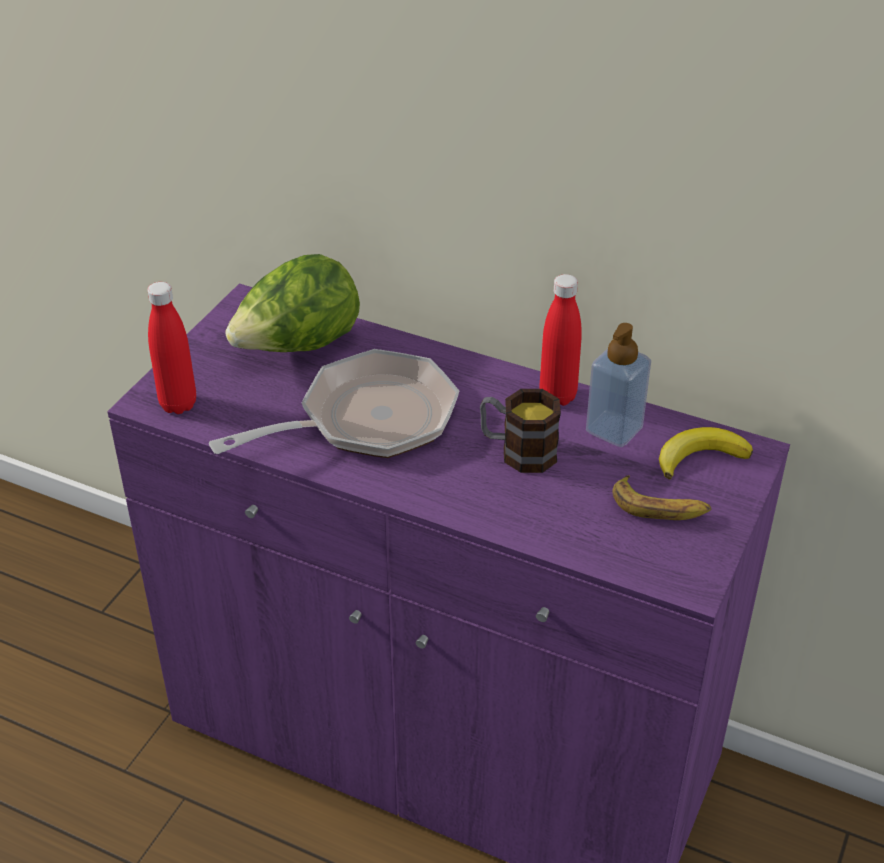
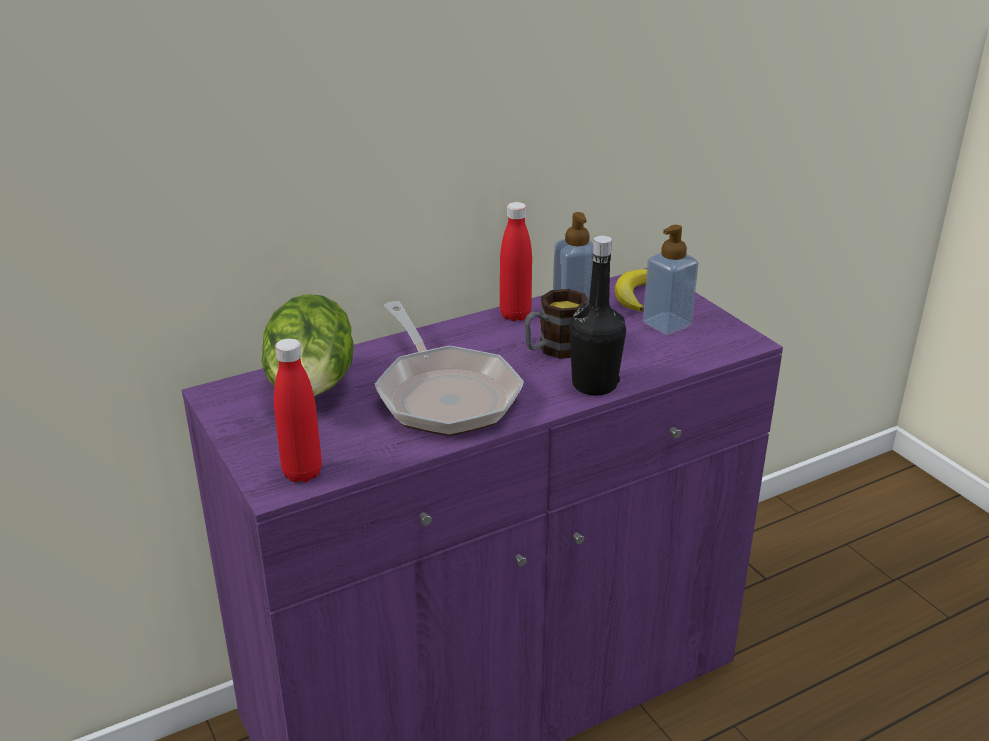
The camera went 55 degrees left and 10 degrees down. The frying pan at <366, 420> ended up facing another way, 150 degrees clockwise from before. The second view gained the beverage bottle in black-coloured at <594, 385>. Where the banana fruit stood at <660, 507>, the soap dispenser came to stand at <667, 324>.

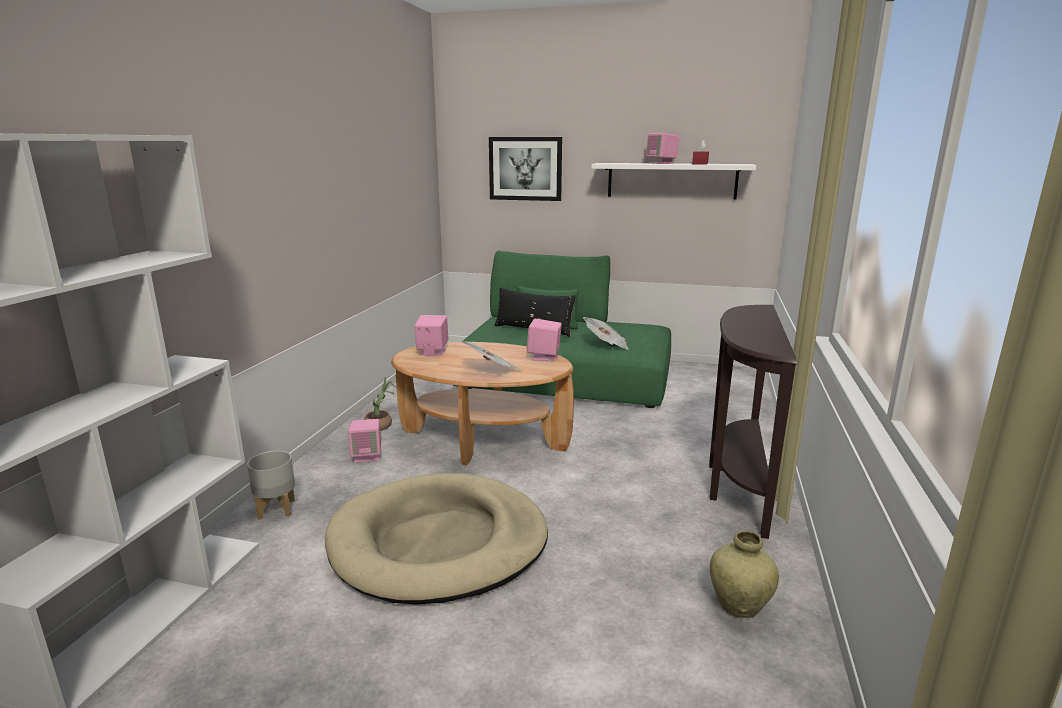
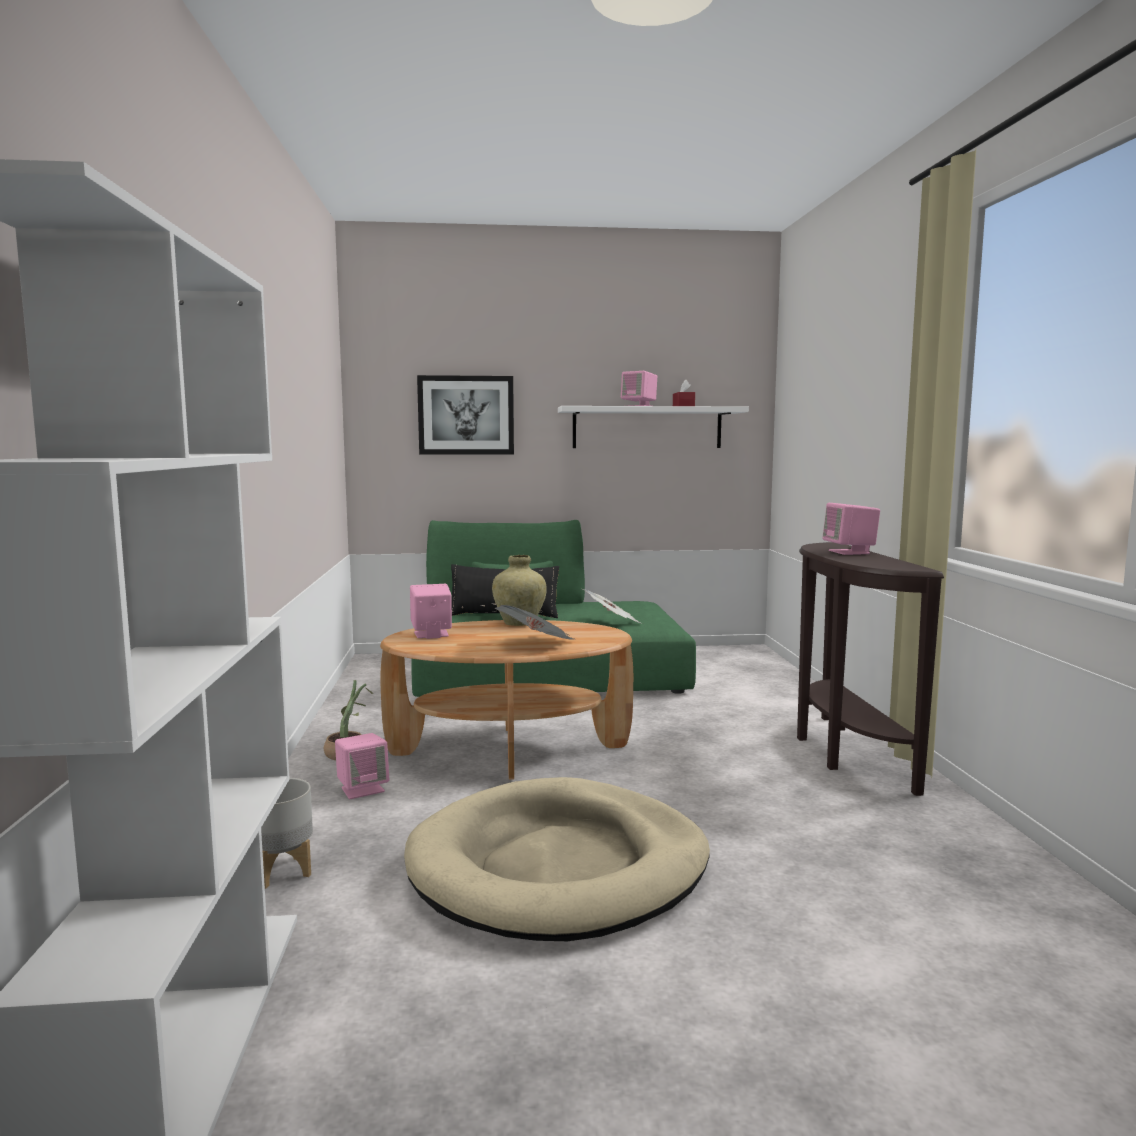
The camera went 20 degrees left and 10 degrees down. The vase in beige-coloured ended up elsewhere, having gone from <739, 607> to <519, 623>. The audio speaker in pink ended up elsewhere, having gone from <544, 357> to <850, 552>.

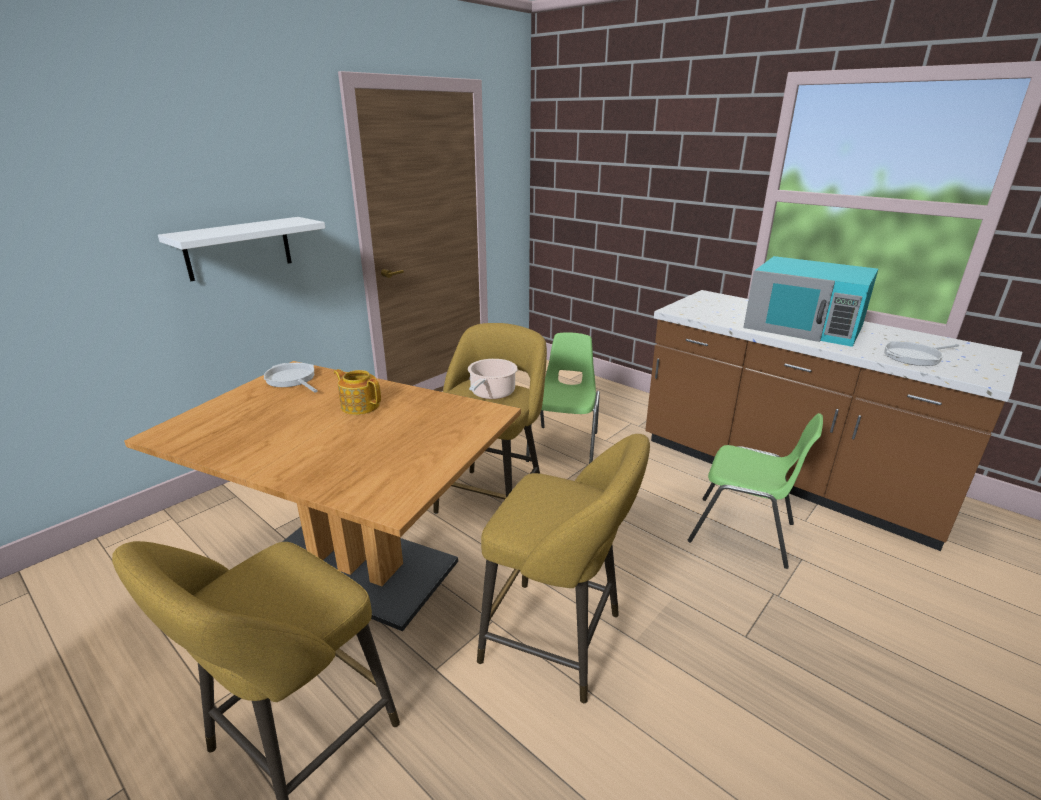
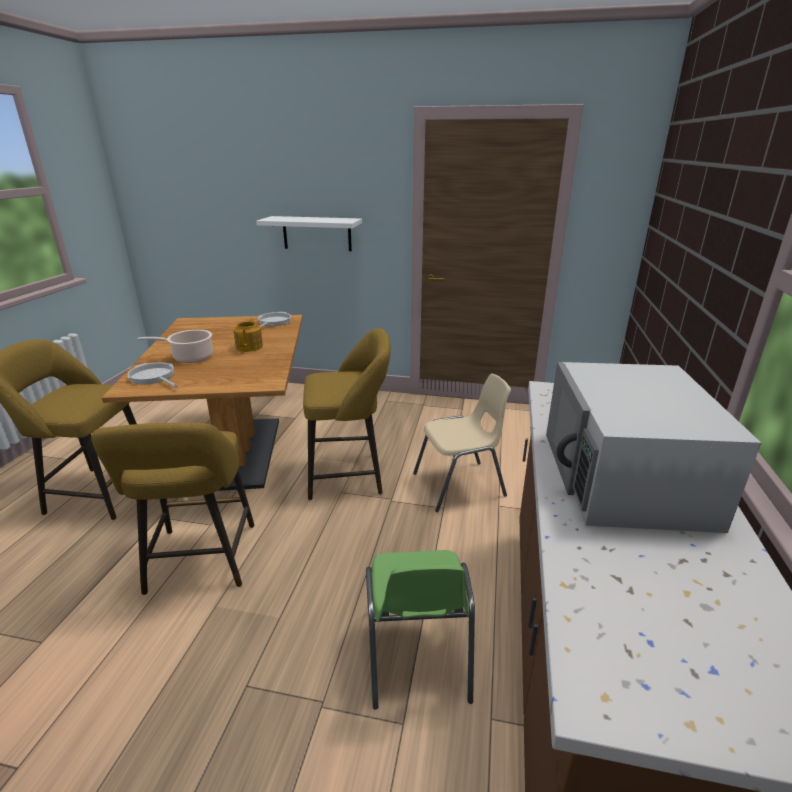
The camera went 60 degrees right and 0 degrees up. The frying pan ended up elsewhere, having gone from <915, 356> to <153, 377>. The saucepot ended up elsewhere, having gone from <491, 393> to <190, 358>. What was the upright chair in green-coloured at <564, 446> turned into the upright chair in beige-coloured at <460, 485>. What was the kitchen microwave in turquoise-coloured at <804, 326> turned into the kitchen microwave in white at <624, 477>.

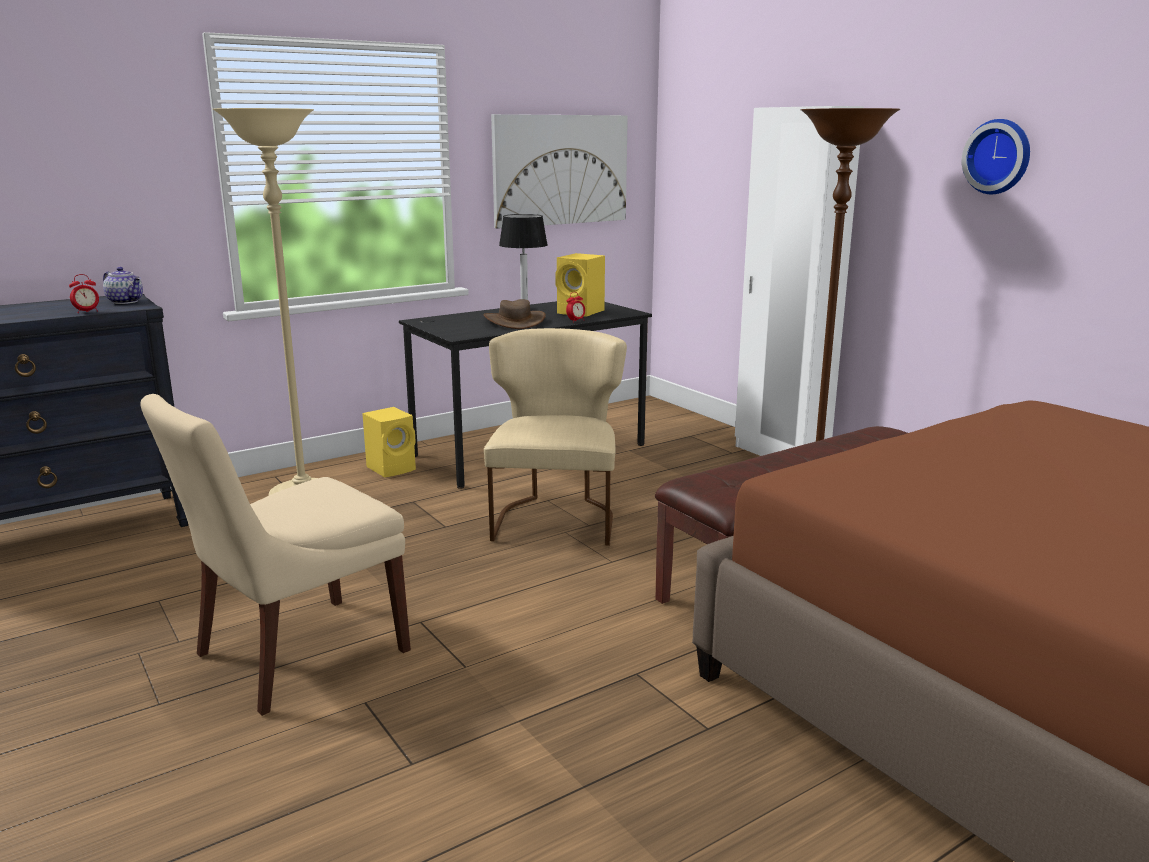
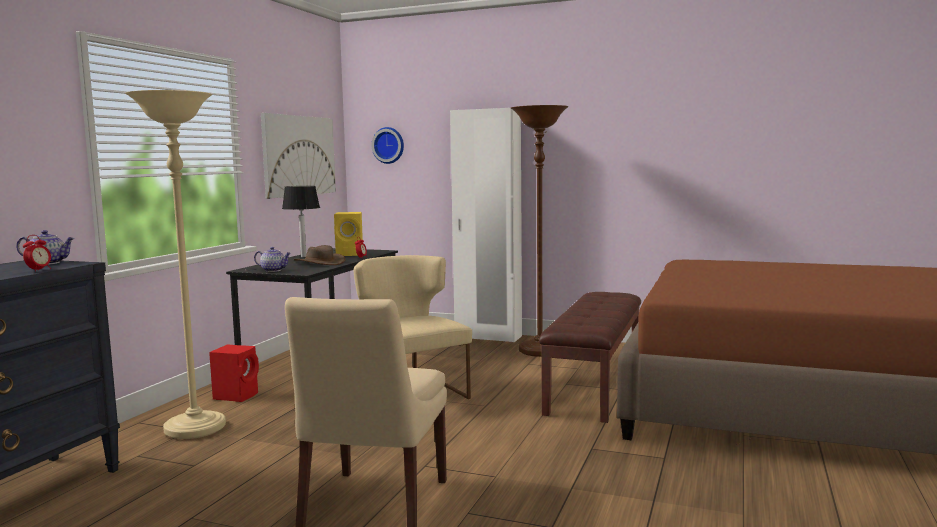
The camera went 35 degrees left and 10 degrees down. What was the audio speaker in yellowish at <393, 468> turned into the audio speaker in red-coloured at <237, 395>. The second view gained the pot for tea at <274, 270>. The wall clock ended up elsewhere, having gone from <999, 156> to <389, 145>.

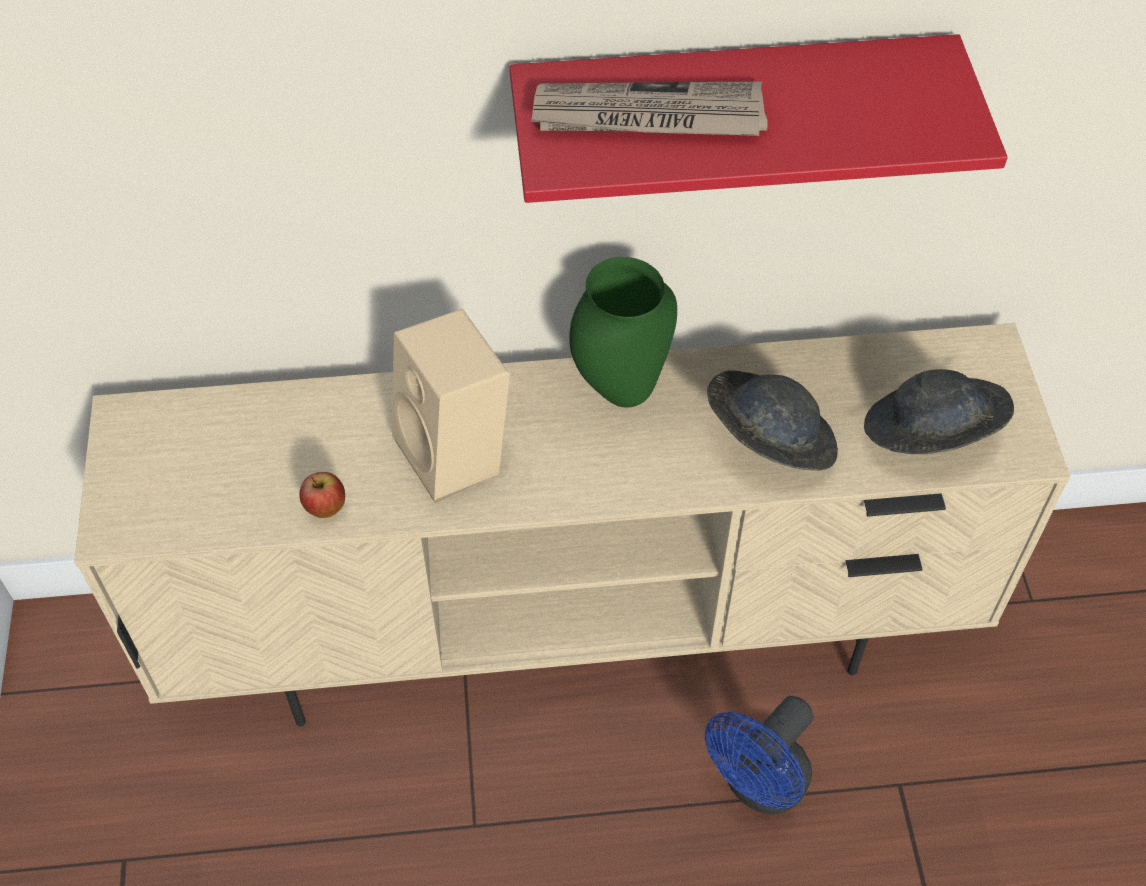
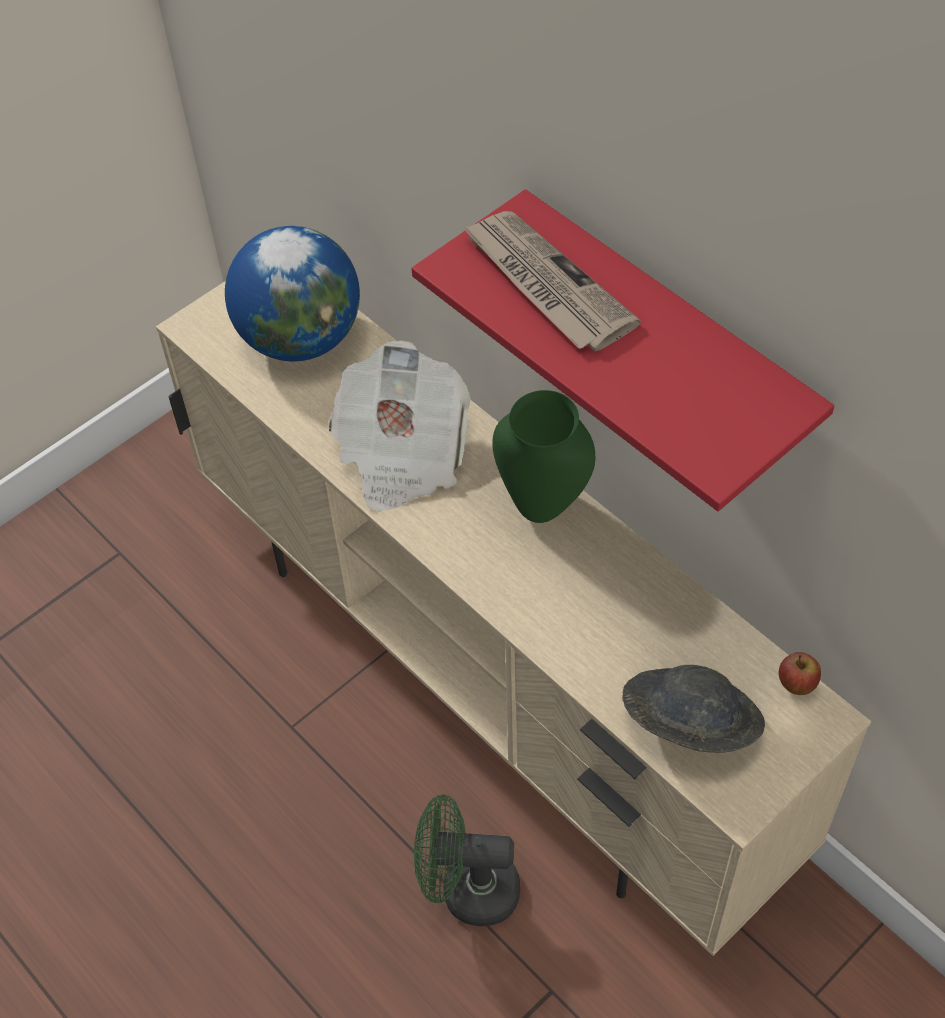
The camera went 55 degrees right and 0 degrees up. The second view gained the world globe at <301, 338>. Where the audio speaker in beige-coloured stood at <457, 455>, the printed paper came to stand at <401, 453>. What was the electric fan in blue-coloured at <759, 786> turned into the electric fan in green-coloured at <467, 890>. The apple ended up elsewhere, having gone from <326, 509> to <796, 685>. The second view lost the hat in greyish at <767, 440>.

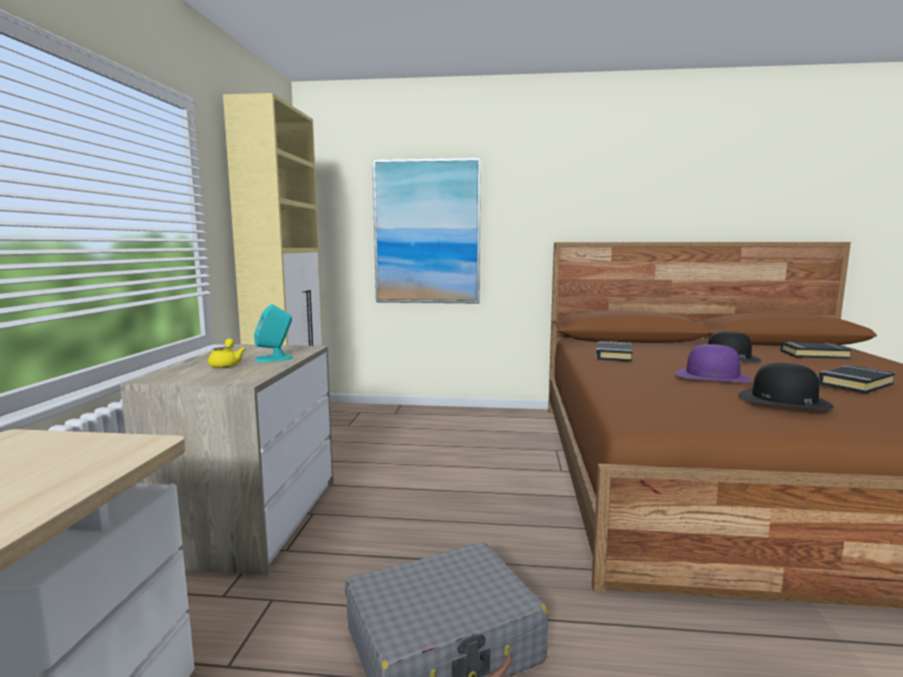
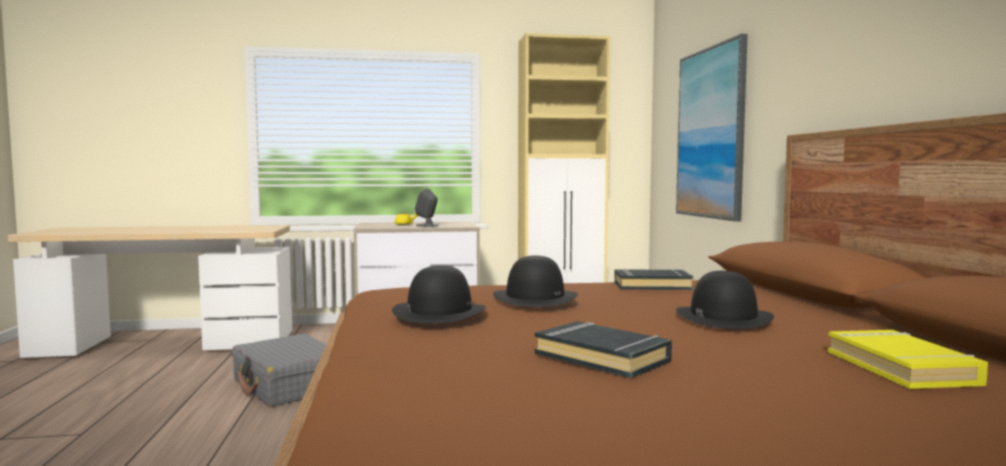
The camera went 75 degrees right and 5 degrees down. What was the audio speaker in turquoise-coloured at <274, 358> turned into the audio speaker in greyish at <427, 226>. What was the hat in purple-coloured at <712, 376> turned into the hat in black-coloured at <535, 298>. What was the book in black-coloured at <814, 355> turned into the book in yellowish at <901, 368>.

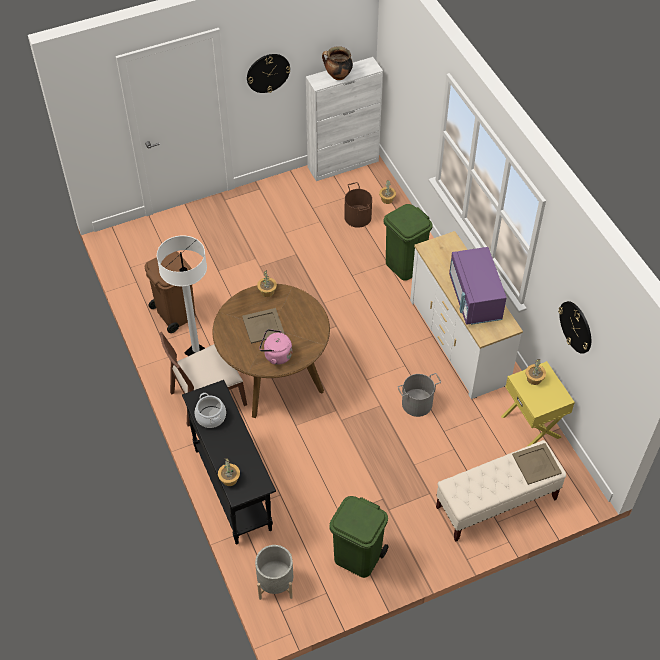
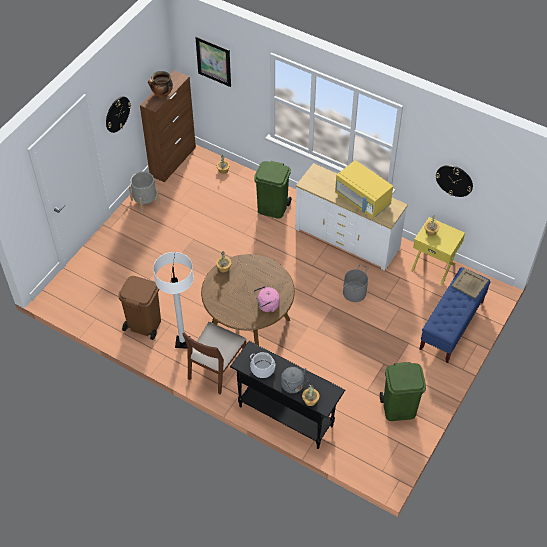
The camera went 35 degrees left and 0 degrees up. The plant pot in greyish ended up elsewhere, having gone from <275, 583> to <145, 201>. What was the cabinet in white at <343, 164> turned into the cabinet in brown at <173, 161>. The second view gained the picture at <213, 61>. The second view gained the tea kettle in greyish at <294, 386>. What was the kitchen microwave in purple-coloured at <474, 299> turned into the kitchen microwave in yellowish at <362, 199>. What was the indoor bench in beige-coloured at <496, 503> turned into the indoor bench in blue-coloured at <451, 325>. The second view lost the serving tray in beige-coloured at <263, 325>. The second view lost the water bucket in brown at <358, 217>.

